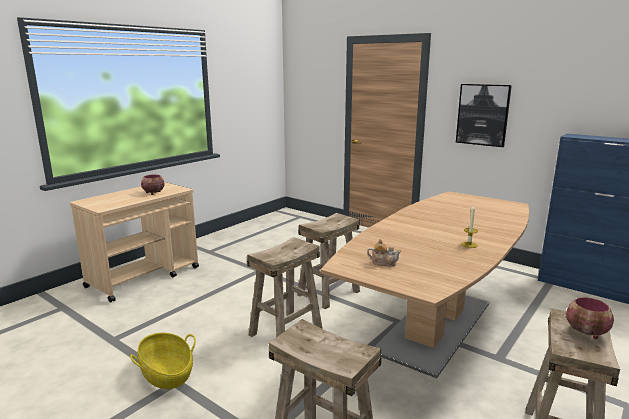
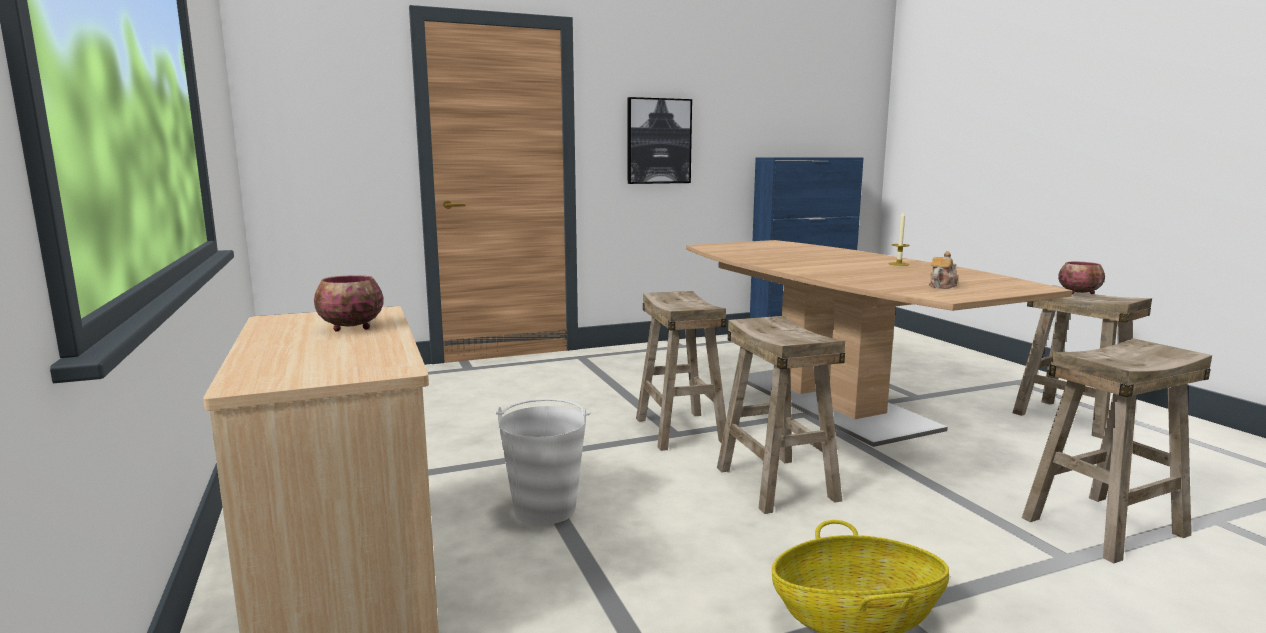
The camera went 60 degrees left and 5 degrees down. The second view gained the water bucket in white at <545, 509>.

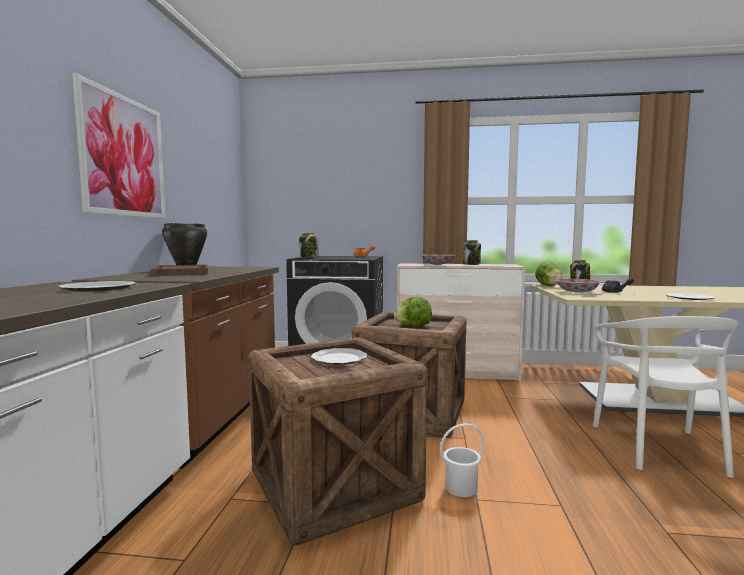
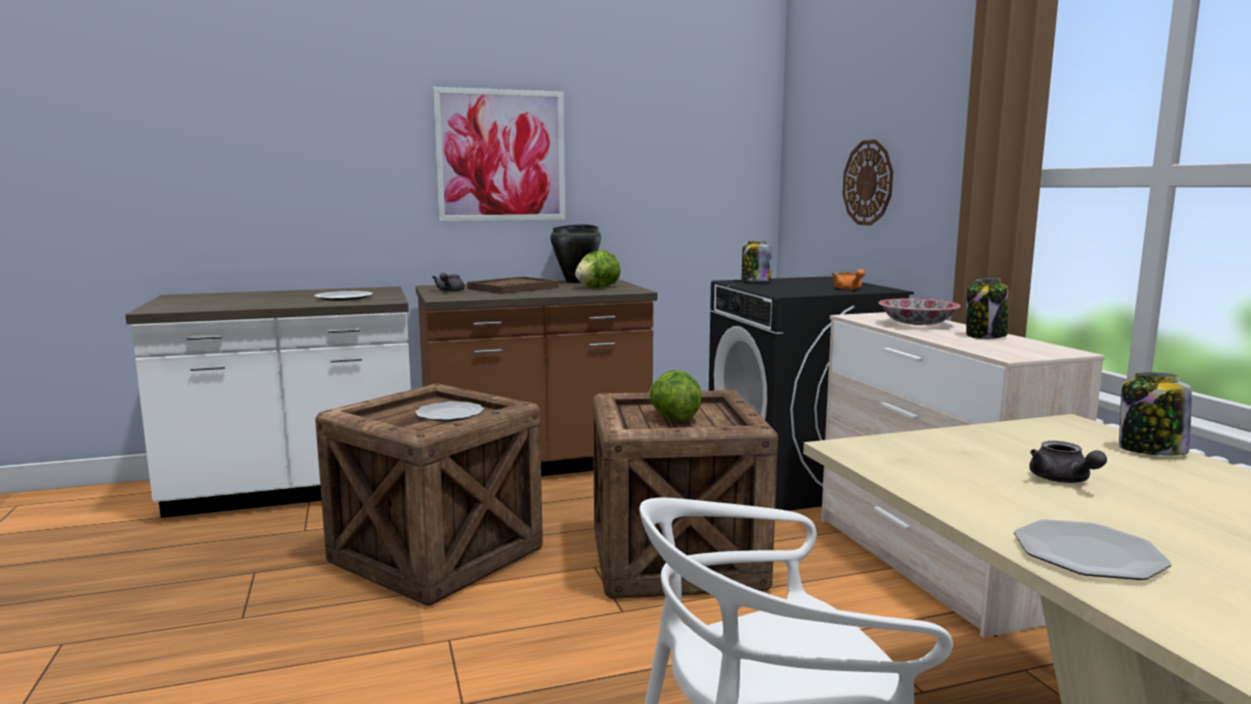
The camera went 65 degrees right and 5 degrees up. The second view gained the pot for tea in greyish at <449, 291>. The head of lettuce ended up elsewhere, having gone from <548, 286> to <597, 287>. The second view gained the wall clock at <868, 183>. The second view lost the water bucket in white at <461, 488>. The second view lost the deep dish at <577, 292>.

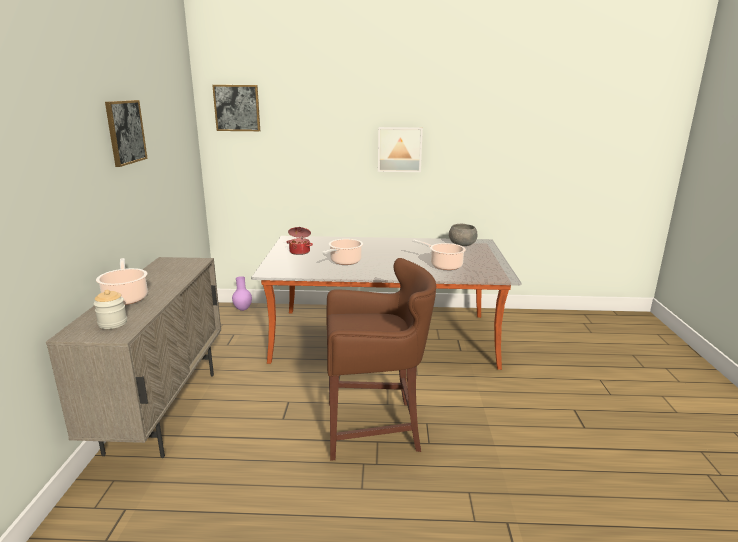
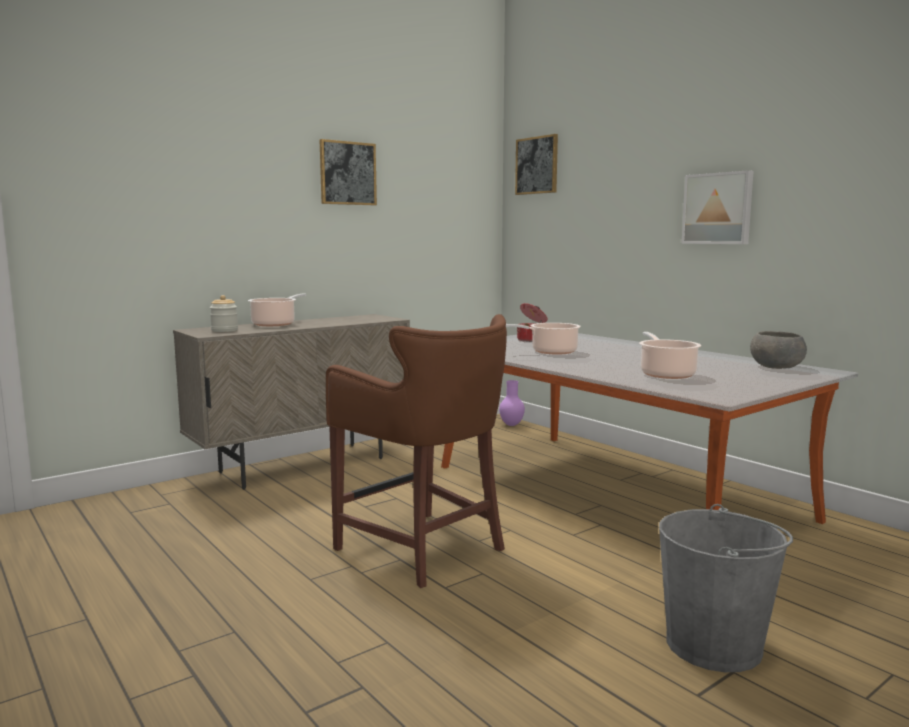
The camera went 50 degrees right and 10 degrees down. The second view gained the water bucket in greyish at <714, 645>.

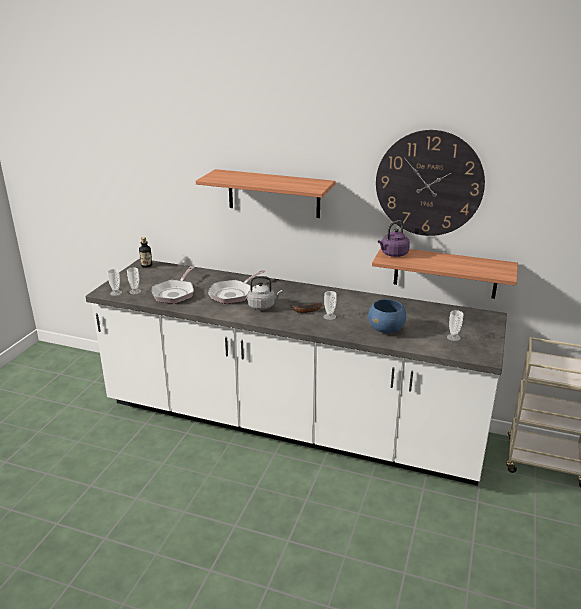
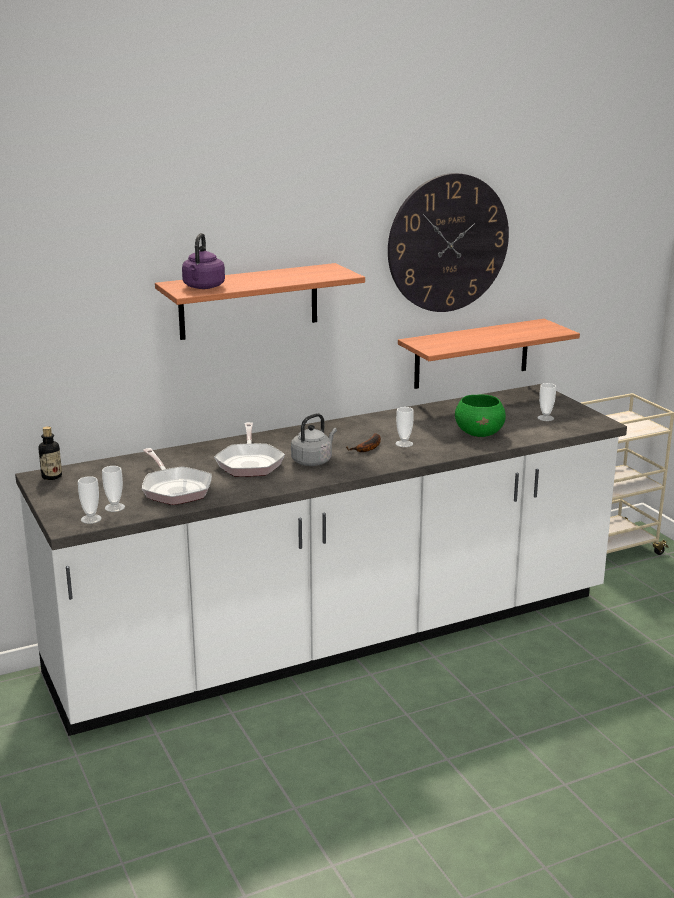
The camera went 45 degrees left and 5 degrees down. The tea kettle in purple-coloured ended up elsewhere, having gone from <393, 254> to <203, 287>. What was the deep dish in blue-coloured at <386, 329> turned into the deep dish in green-coloured at <479, 434>.

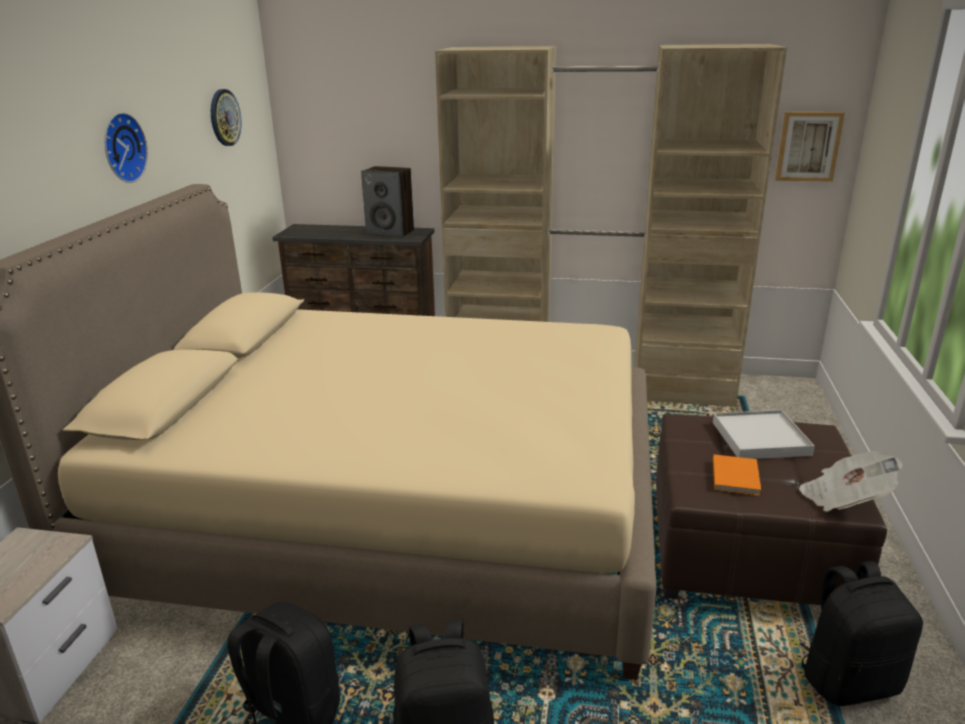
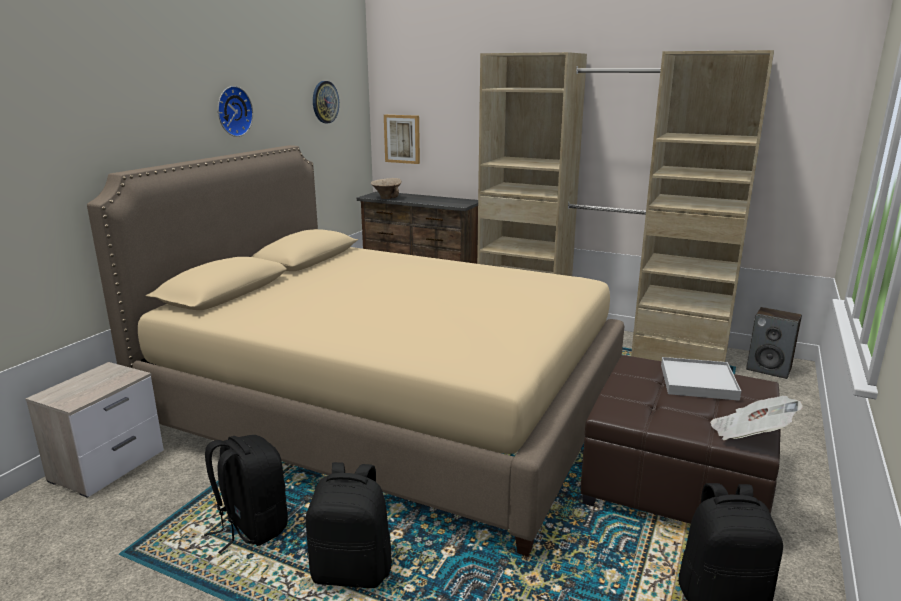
The camera went 15 degrees right and 5 degrees down. The second view gained the deep dish in beige-coloured at <386, 198>. The picture ended up elsewhere, having gone from <808, 146> to <402, 139>. The audio speaker ended up elsewhere, having gone from <391, 232> to <769, 369>. The second view lost the book in orangey at <736, 476>.

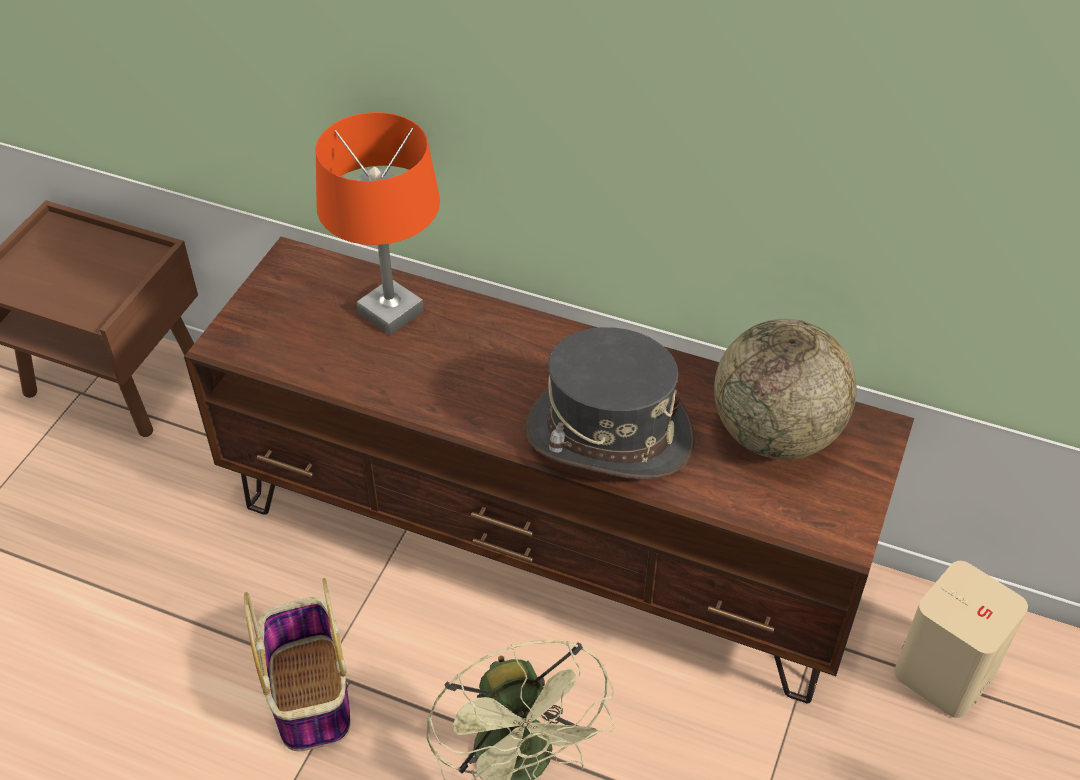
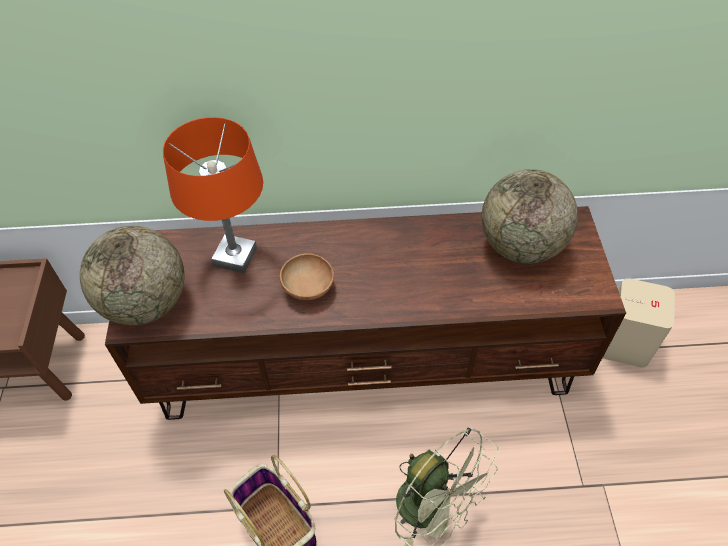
The camera went 25 degrees left and 5 degrees up. The second view gained the world globe at <146, 303>. The second view gained the deep dish in brown at <309, 288>. The second view lost the hat in greyish at <608, 435>.

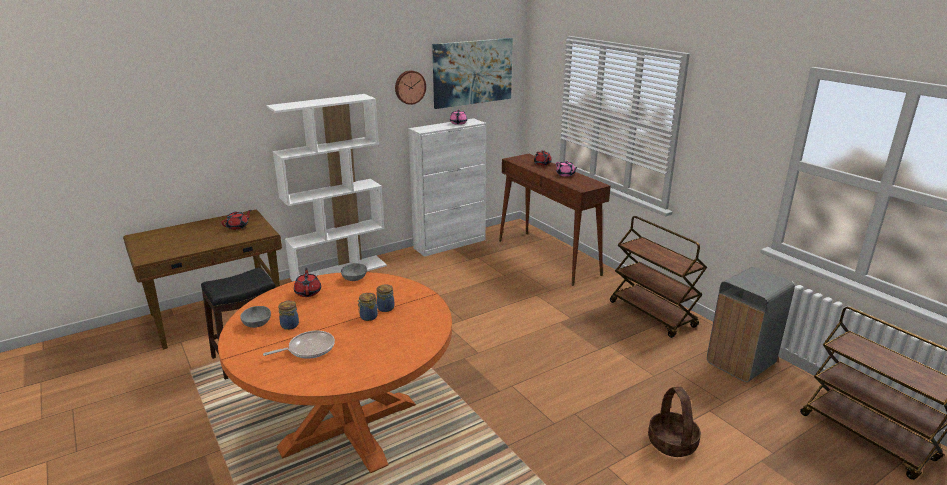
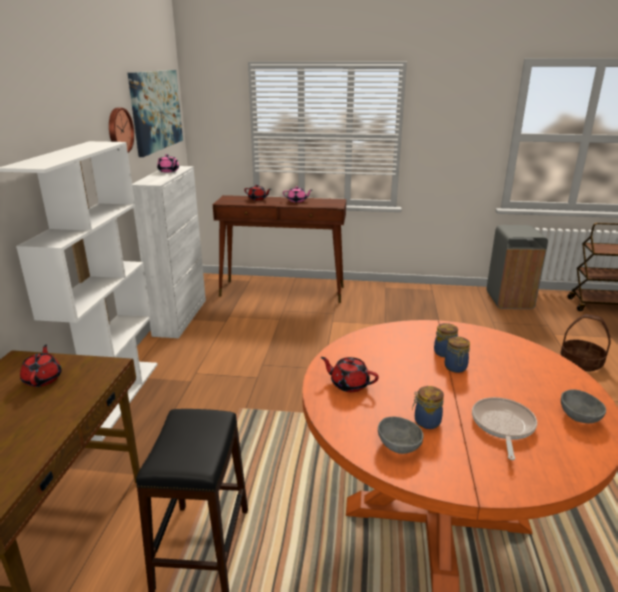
The camera went 50 degrees left and 0 degrees up. The deep dish in greyish ended up elsewhere, having gone from <355, 279> to <580, 416>. The second view lost the cart in brown at <653, 314>.

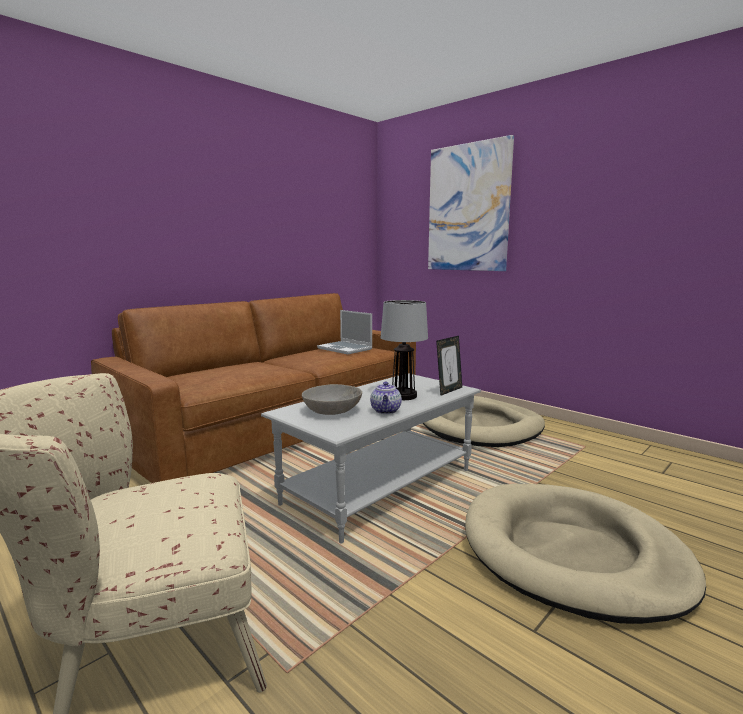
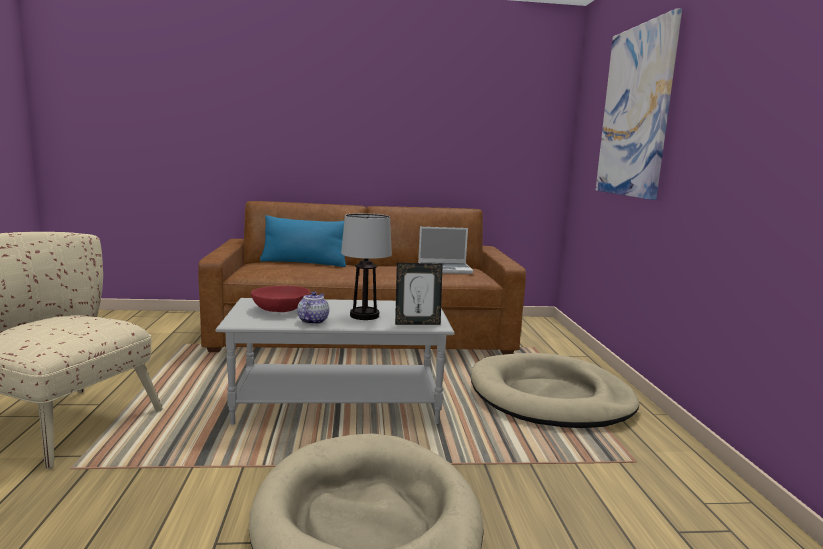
The camera went 40 degrees right and 0 degrees up. What was the deep dish in greyish at <332, 410> turned into the deep dish in red-coloured at <281, 309>. The second view gained the cushion in blue-coloured at <304, 263>. The pot for tea at <386, 411> ended up facing another way, 150 degrees clockwise from before. The notebook computer at <345, 349> ended up facing another way, 90 degrees counterclockwise from before.

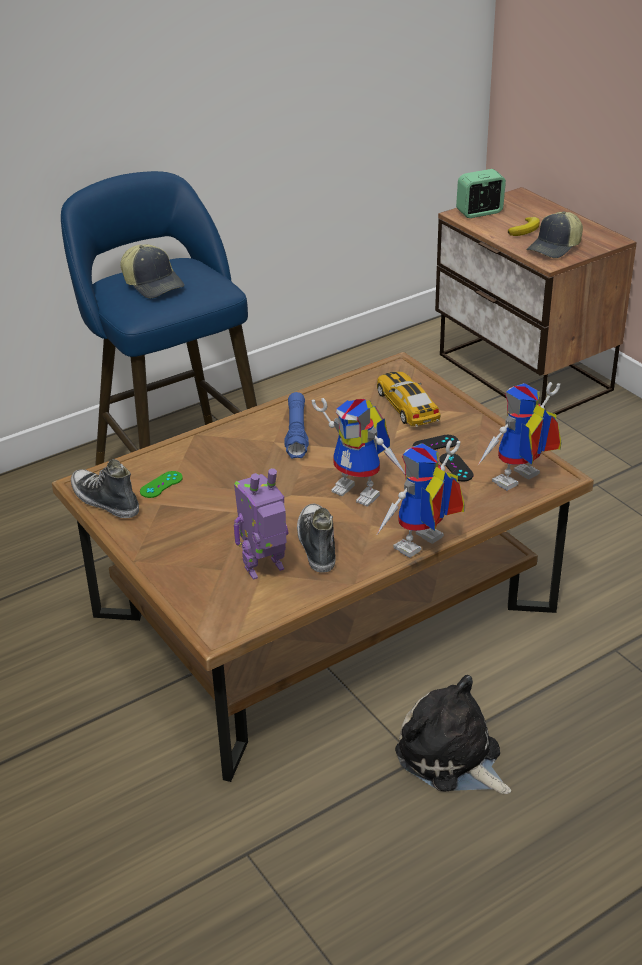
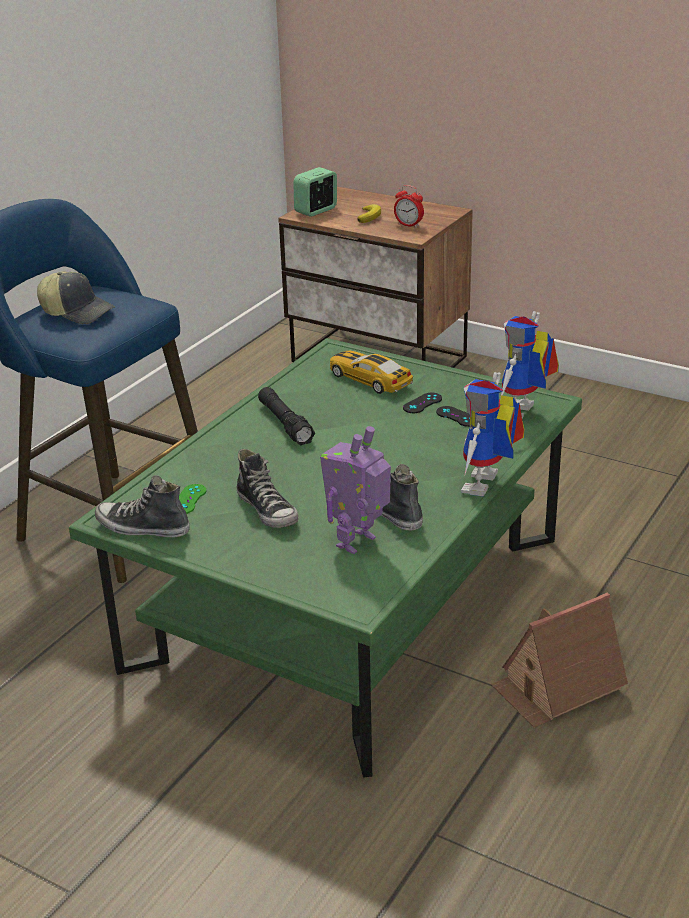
The camera went 25 degrees left and 5 degrees down. What was the coffee table in brown at <324, 613> turned into the coffee table in green-coloured at <349, 602>. The second view gained the item of footwear at <268, 510>. What was the flashlight in blue-coloured at <296, 432> turned into the flashlight in black-coloured at <285, 424>. Where the peaked cap stood at <555, 248>, the table clock came to stand at <409, 225>. Where the soft toy stood at <452, 758>, the miniature house came to stand at <558, 686>. The second view lost the robot figure at <363, 491>.

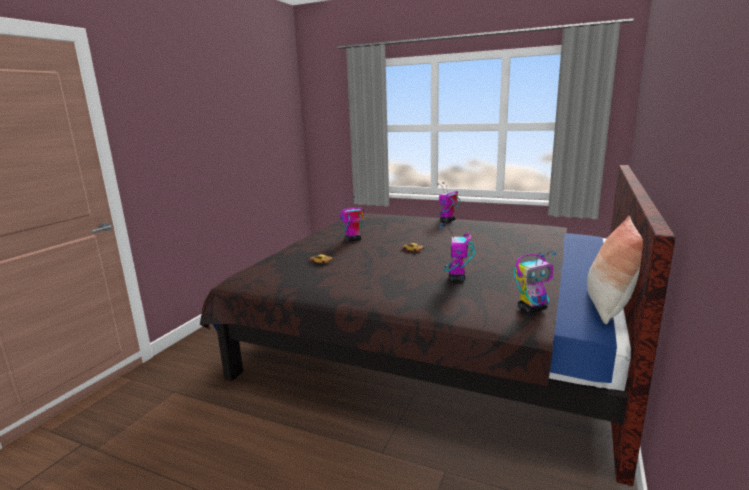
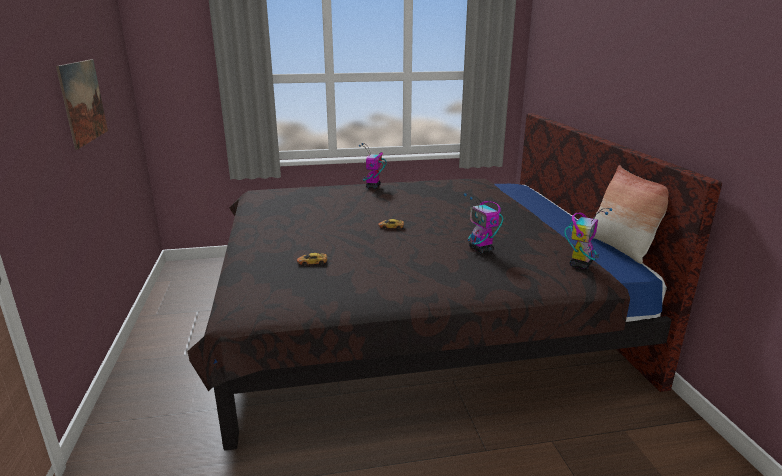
The camera went 35 degrees left and 5 degrees up. The second view gained the picture at <83, 102>. The second view lost the robot figure at <352, 240>.

